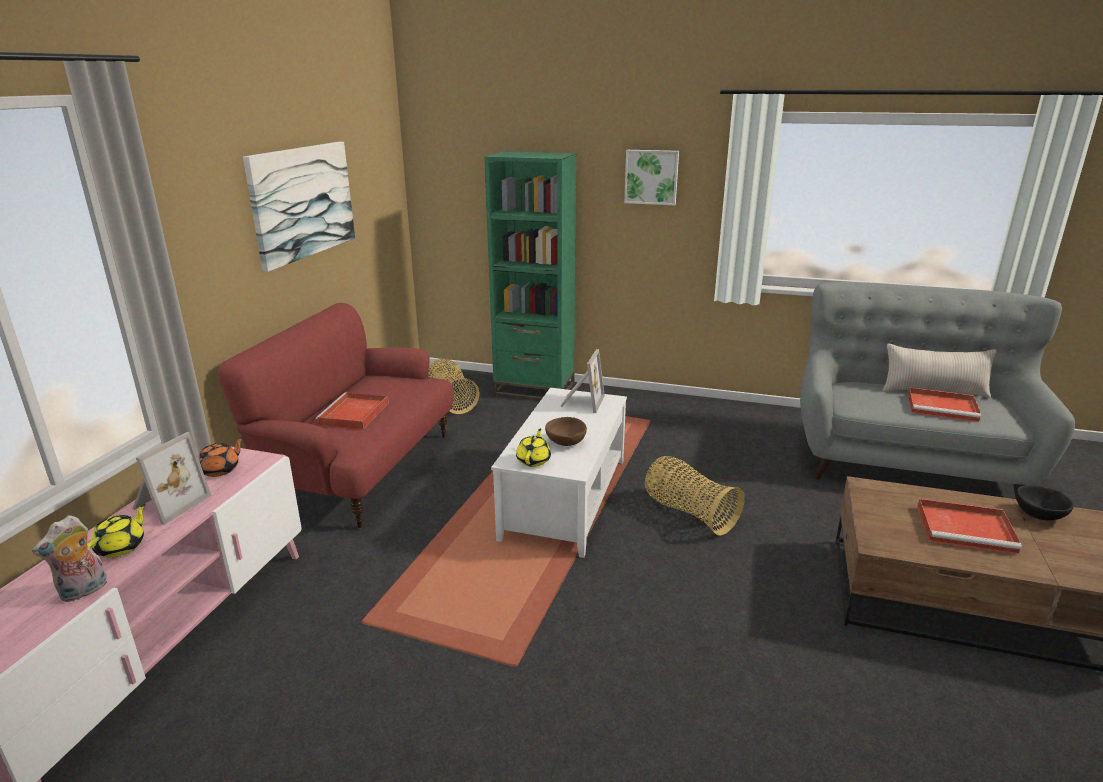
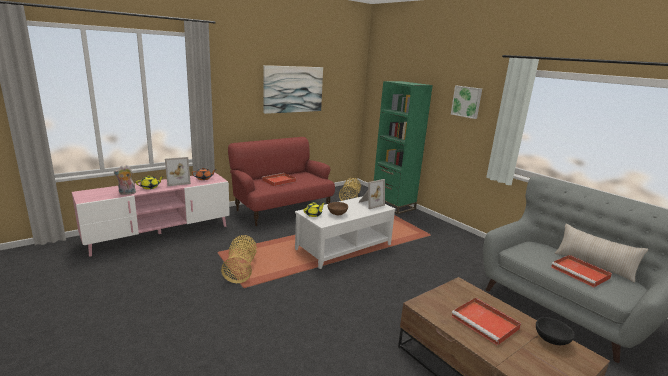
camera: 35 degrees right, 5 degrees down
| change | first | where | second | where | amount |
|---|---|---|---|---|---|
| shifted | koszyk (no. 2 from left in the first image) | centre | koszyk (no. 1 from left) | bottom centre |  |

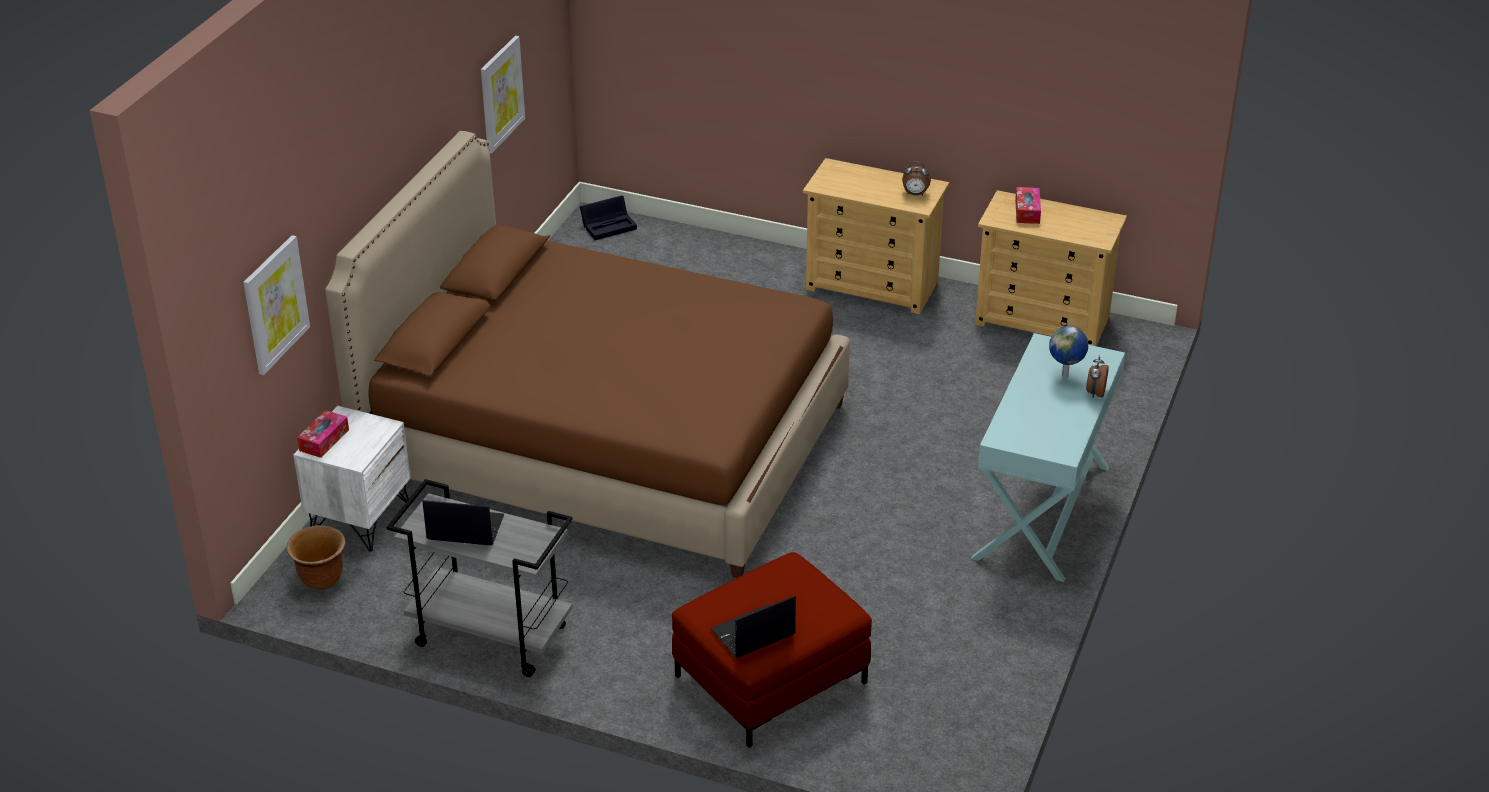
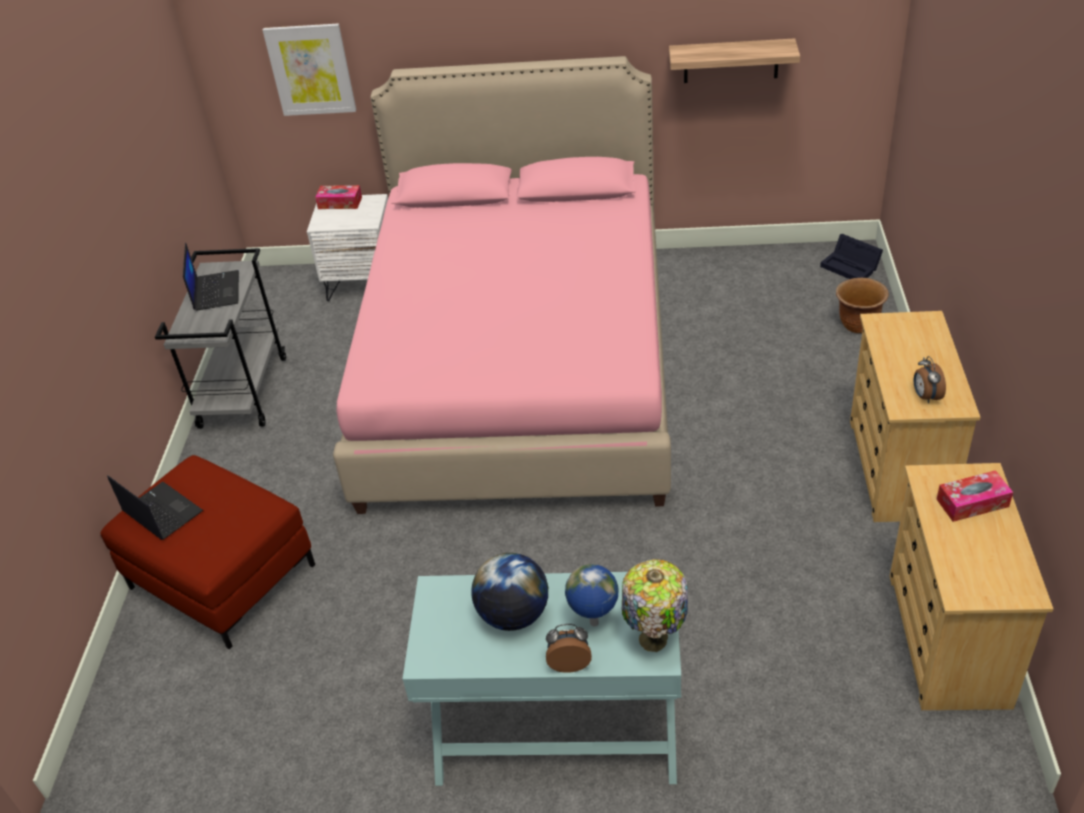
camera: 75 degrees right, 5 degrees up
| change | first | where | second | where | amount |
|---|---|---|---|---|---|
| repainted | łóżko/brązowy | centre | łóżko/różowy | centre |  |
| new |  |  | globus (no. 1 from left) | bottom centre |  |
| new |  |  | lampa stołowa | bottom centre |  |
| swapped | obraz (no. 2 from left) | top centre | półka | top right |  |
| shifted | donica/brązowy | bottom left |  | middle right |  |

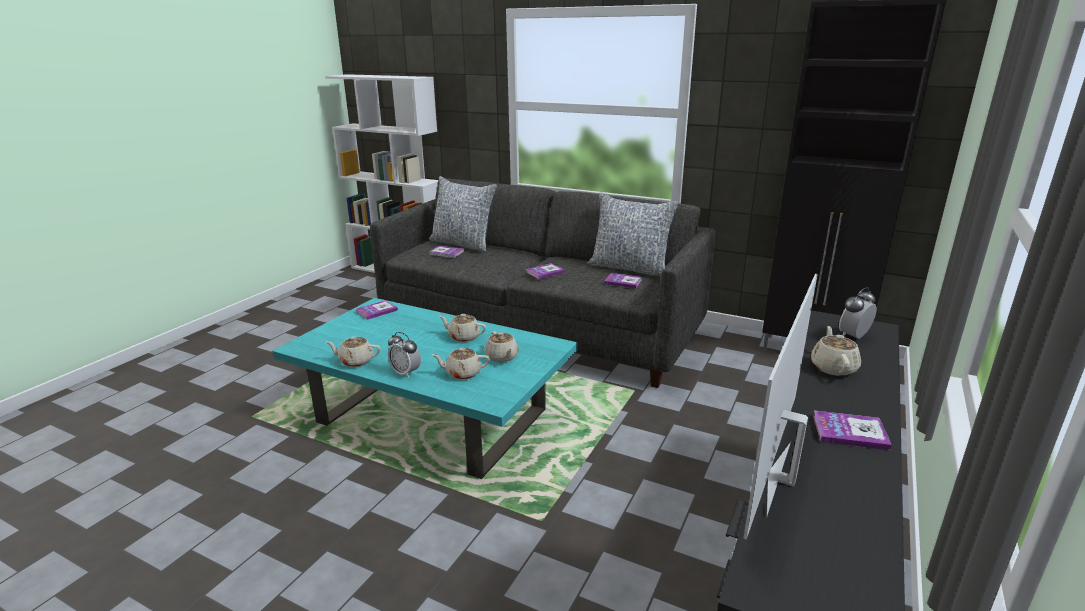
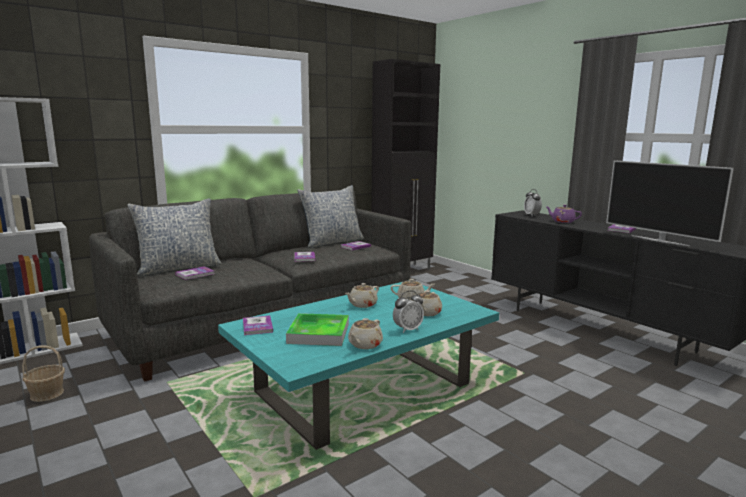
camera: 65 degrees left, 10 degrees down
| change | first | where | second | where | amount |
|---|---|---|---|---|---|
| new |  |  | koszyk | bottom left |  |
| new |  |  | taca | centre |  |
| repainted | imbryk/beżowy (no. 5 from left) | middle right | imbryk/fioletowy | middle right |  |

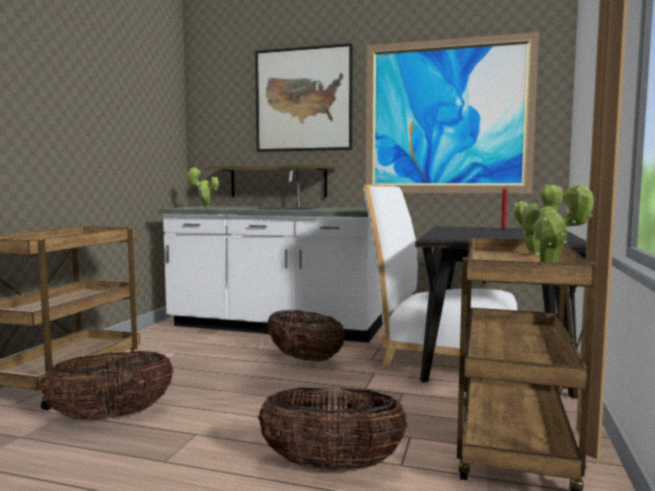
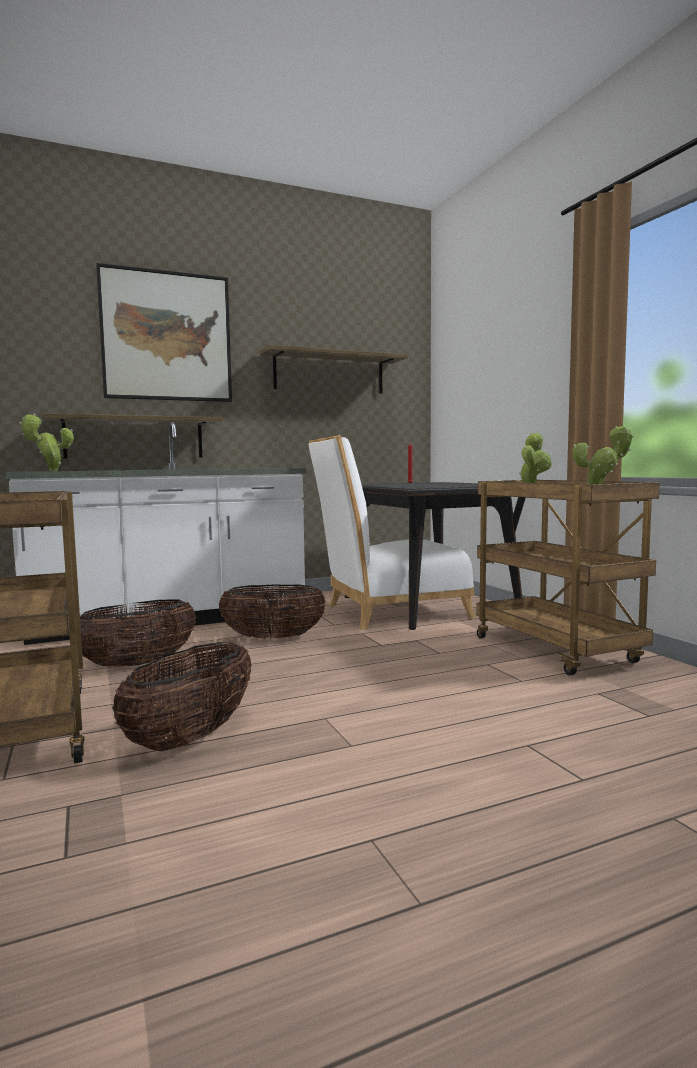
camera: 40 degrees left, 0 degrees up
| change | first | where | second | where | amount |
|---|---|---|---|---|---|
| shifted | koszyk (no. 3 from left in the first image) | bottom centre | koszyk (no. 1 from left) | middle left |  |
| swapped | obraz (no. 2 from left) | top right | półka (no. 2 from left) | centre |  |

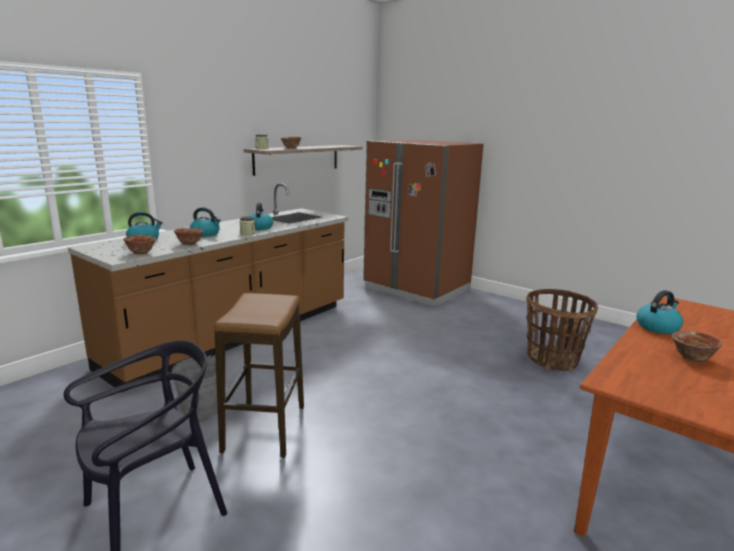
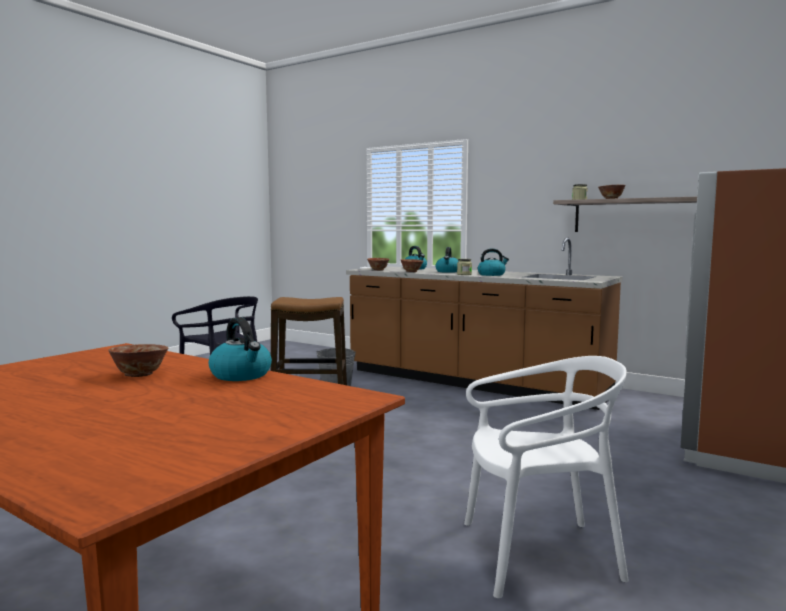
camera: 85 degrees right, 10 degrees down
| change | first | where | second | where | amount |
|---|---|---|---|---|---|
| swapped | koszyk | middle right | krzesło/biały | bottom right |  |

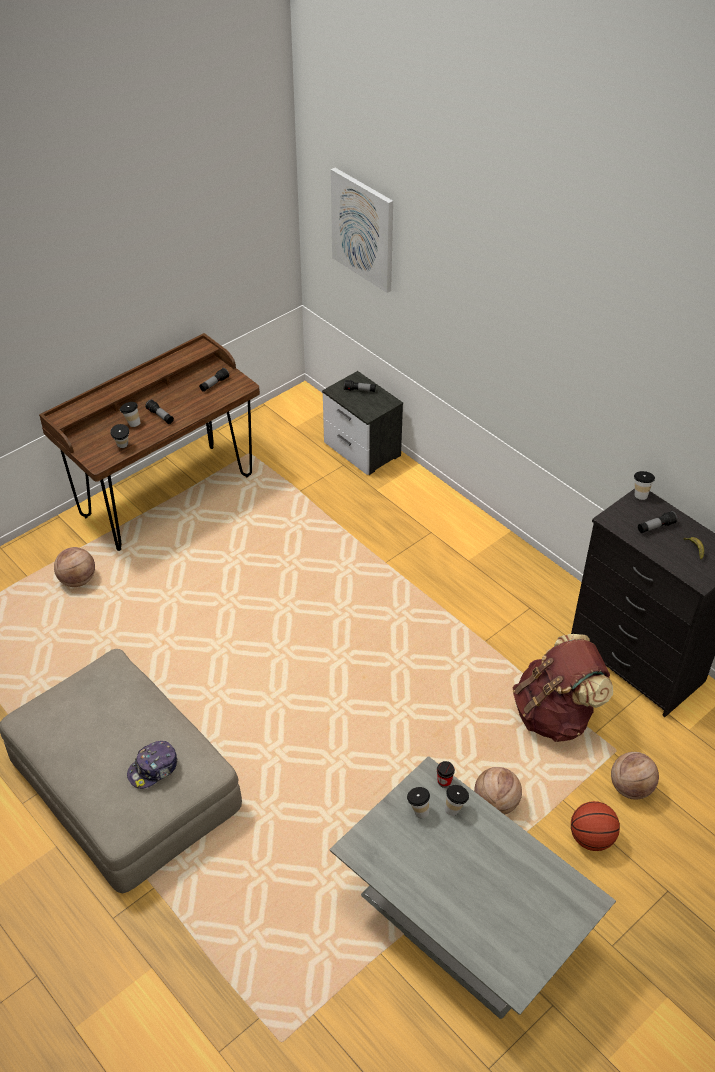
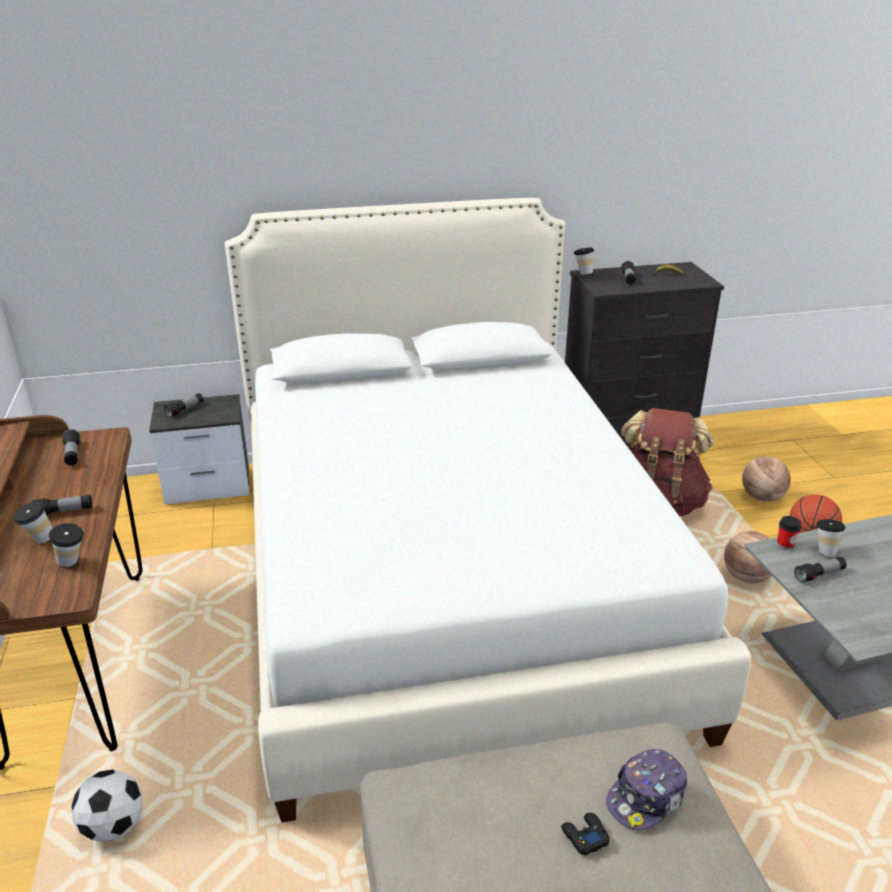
camera: 60 degrees left, 15 degrees down
| change | first | where | second | where | amount |
|---|---|---|---|---|---|
| swapped | piłka do koszykówki (no. 1 from left) | middle left | piłka futbolowa | bottom left |  |
| new |  |  | łóżko/biały | centre |  |
| new |  |  | pad do gier/czarny | bottom centre |  |
| rotated | czapka z daszkiem | bottom left |  | bottom right | 60 degrees clockwise |
| swapped | filiżanka (no. 3 from left) | bottom centre | latarka (no. 5 from left) | middle right |  |
| gone | obraz | top centre |  |  |  |

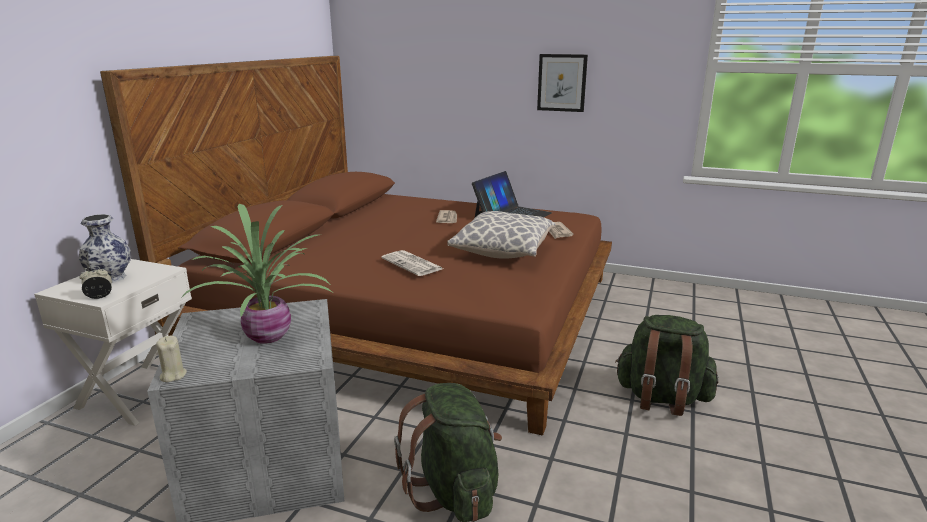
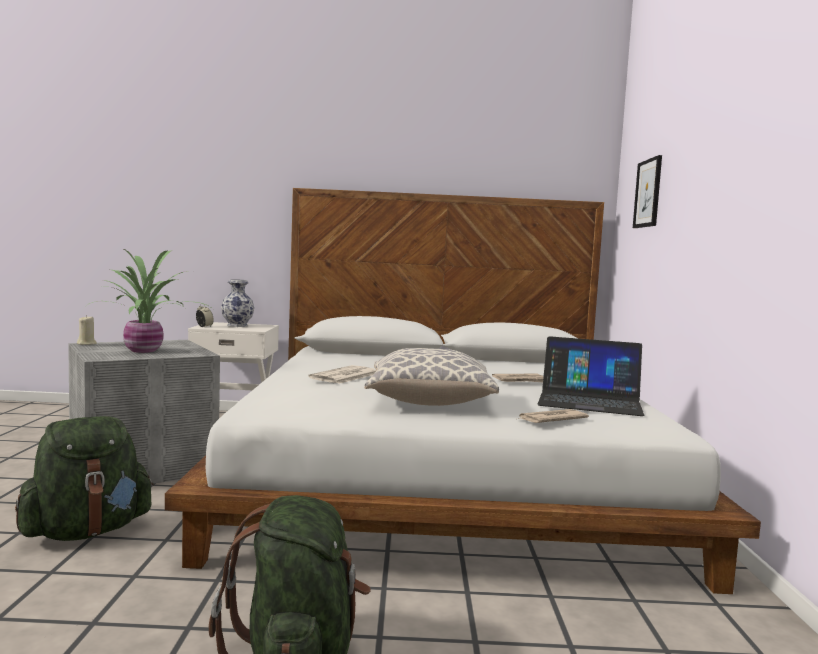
camera: 70 degrees right, 15 degrees down
| change | first | where | second | where | amount |
|---|---|---|---|---|---|
| repainted | łóżko/brązowy | centre | łóżko/biały | centre |  |
| shifted | obraz | top centre |  | top right |  |

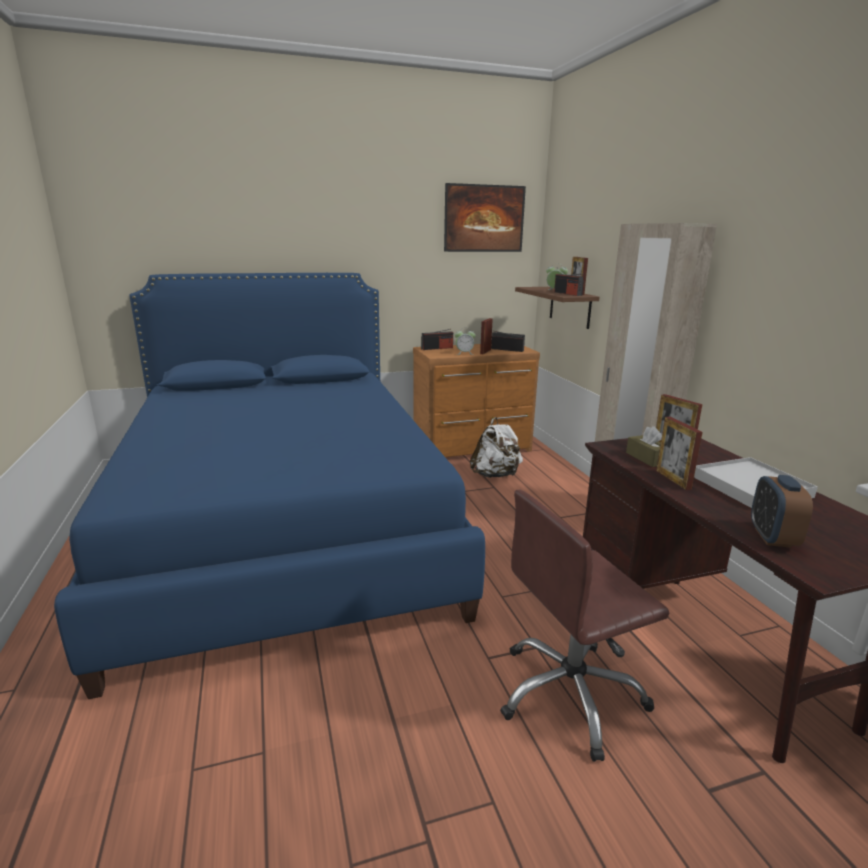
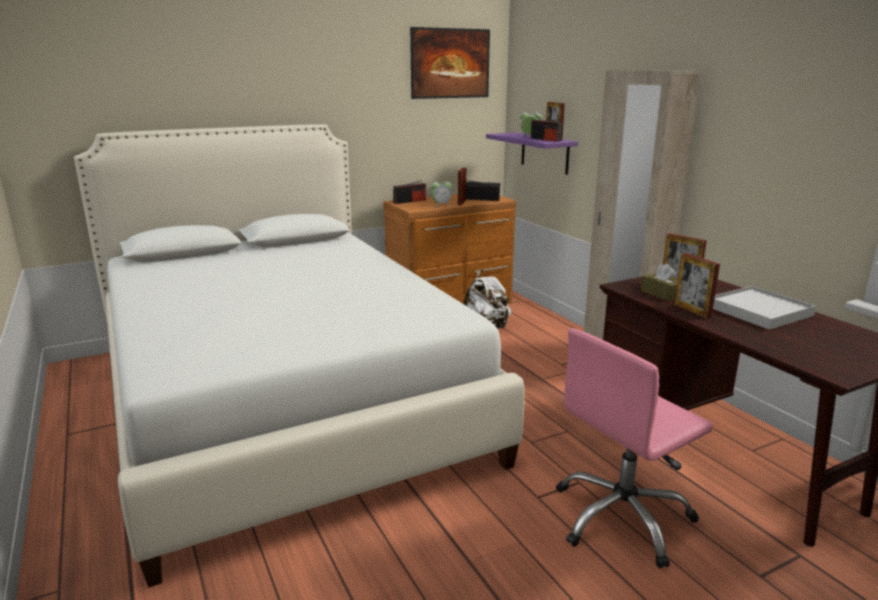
camera: 10 degrees left, 0 degrees up
| change | first | where | second | where | amount |
|---|---|---|---|---|---|
| repainted | łóżko/niebieski | middle left | łóżko/biały | centre |  |
| repainted | półka/brązowy | centre | półka/fioletowy | top centre |  |
| repainted | krzesło biurowe/brązowy | bottom right | krzesło biurowe/różowy | bottom right |  |
| gone | budzik (no. 3 from left) | middle right |  |  |  |

